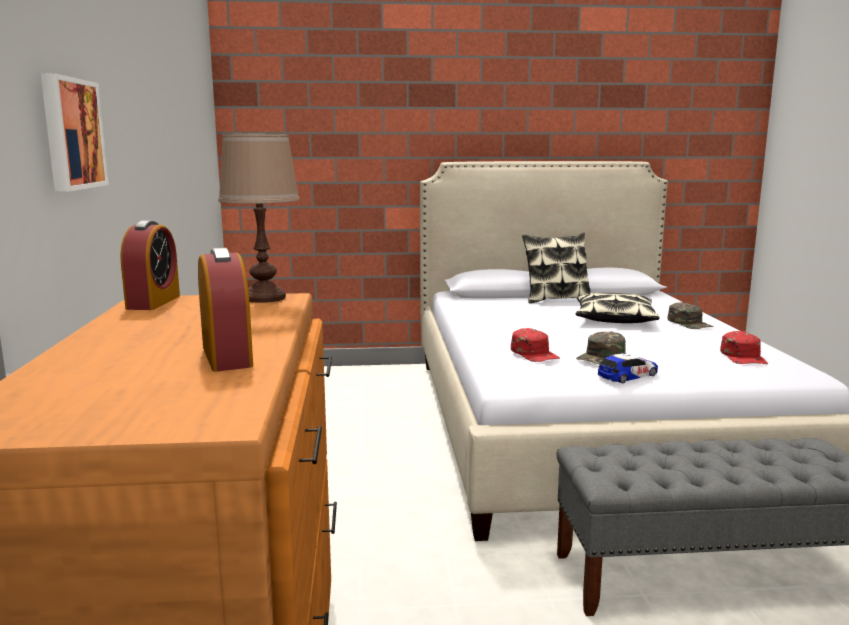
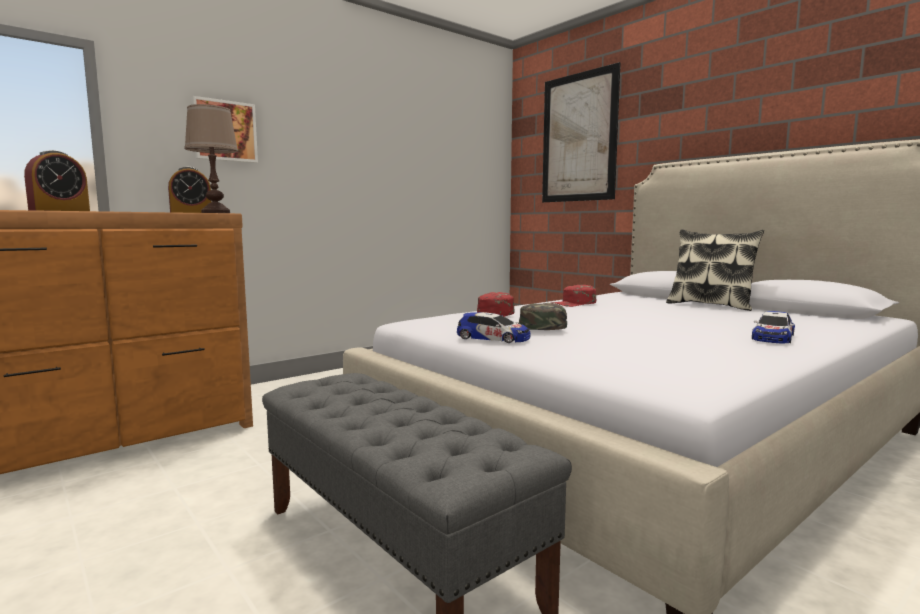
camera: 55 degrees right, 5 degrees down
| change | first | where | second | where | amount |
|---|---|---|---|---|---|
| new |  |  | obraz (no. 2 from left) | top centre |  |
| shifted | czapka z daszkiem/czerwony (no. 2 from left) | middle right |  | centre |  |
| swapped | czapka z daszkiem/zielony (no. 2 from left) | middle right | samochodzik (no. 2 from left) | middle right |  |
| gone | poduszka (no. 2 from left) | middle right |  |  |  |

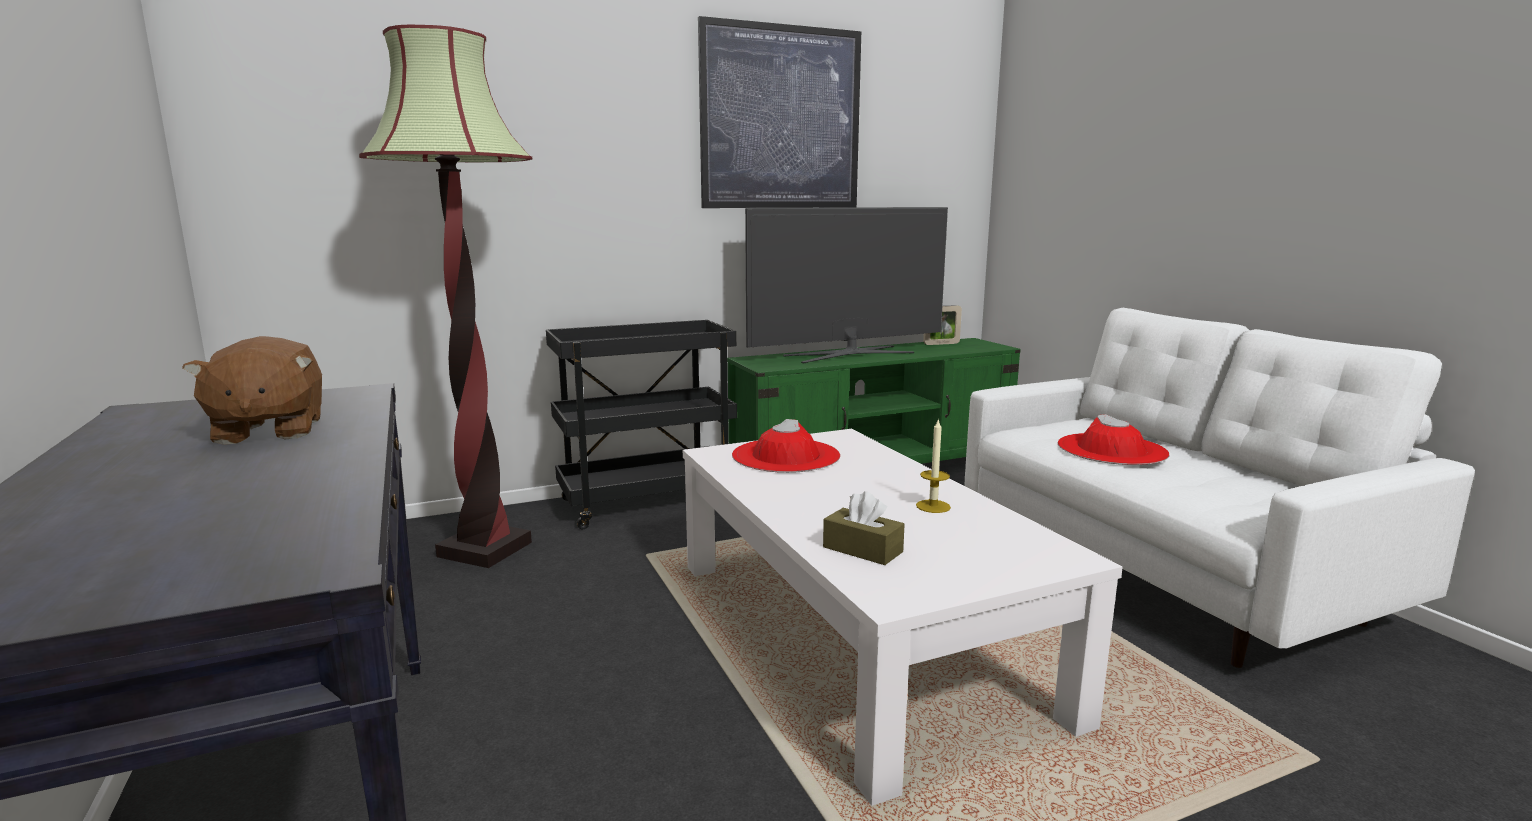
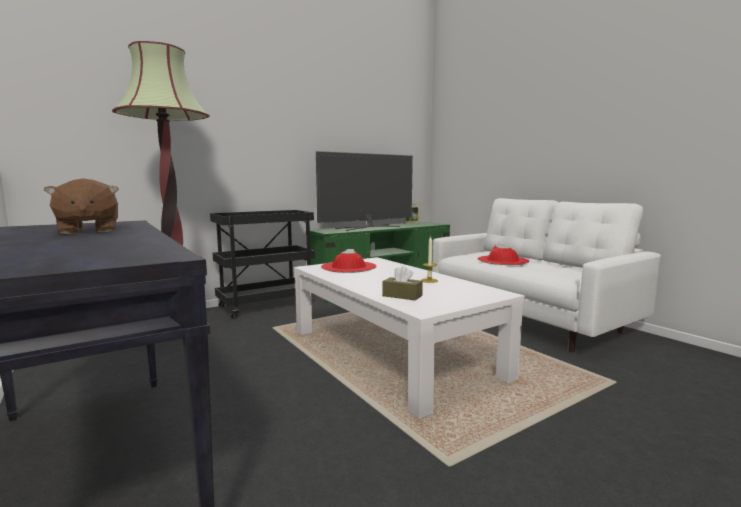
camera: 10 degrees left, 5 degrees down
| change | first | where | second | where | amount |
|---|---|---|---|---|---|
| gone | obraz | top centre |  |  |  |

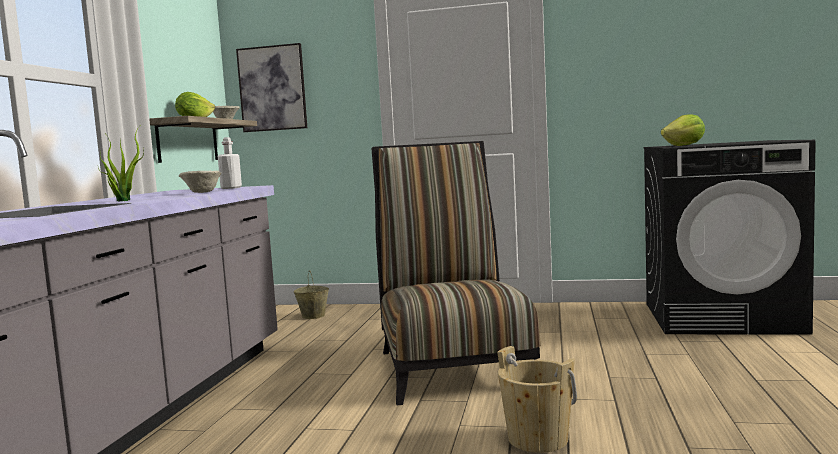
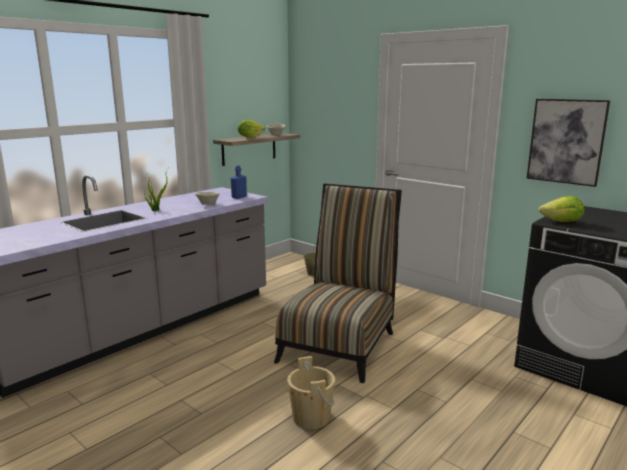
camera: 30 degrees right, 10 degrees up
| change | first | where | second | where | amount |
|---|---|---|---|---|---|
| repainted | butelka/biały | middle left | butelka/niebieski | centre |  |
| shifted | obraz | top left |  | top right |  |

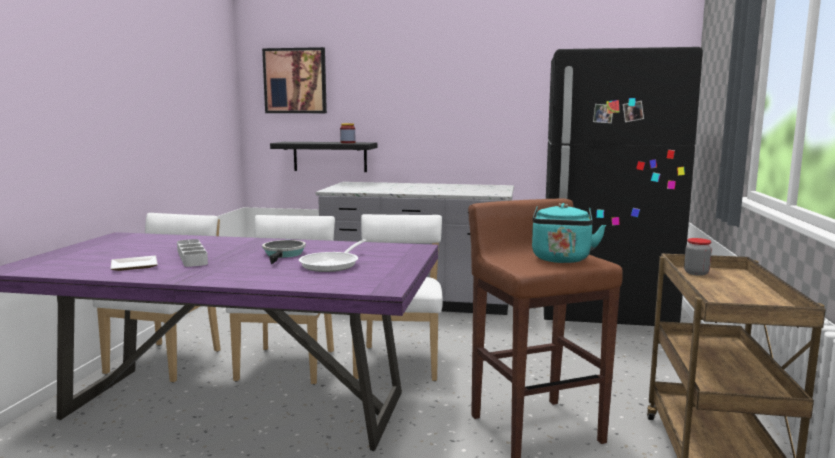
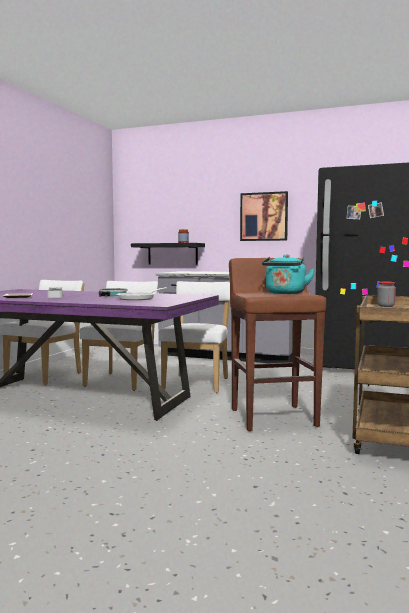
camera: 10 degrees right, 5 degrees down
| change | first | where | second | where | amount |
|---|---|---|---|---|---|
| shifted | obraz | top centre |  | centre |  |

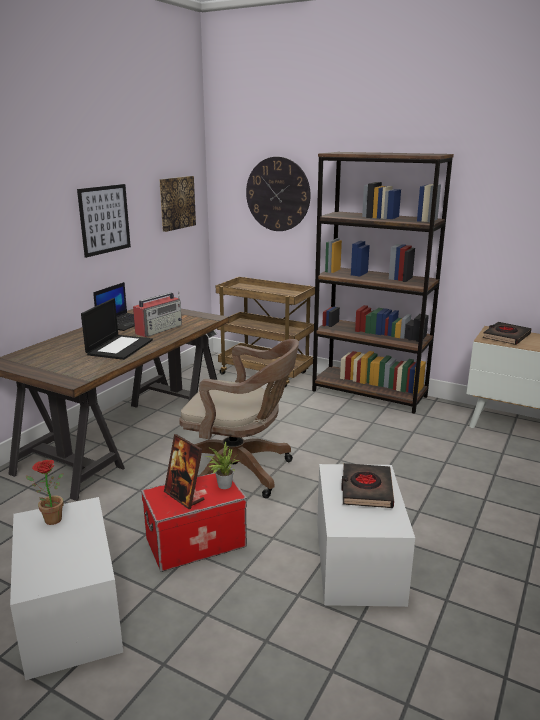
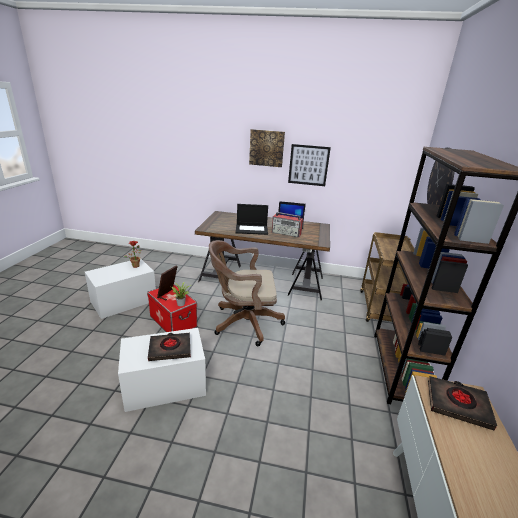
camera: 70 degrees right, 5 degrees up
| change | first | where | second | where | amount |
|---|---|---|---|---|---|
| rotated | krzesło biurowe/brązowy | centre |  | centre | 90 degrees clockwise |
| shifted | obraz (no. 2 from left in the first image) | top left | obraz (no. 1 from left) | top centre |  |

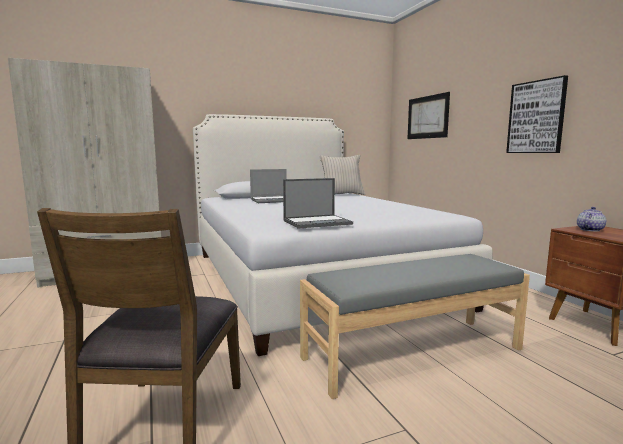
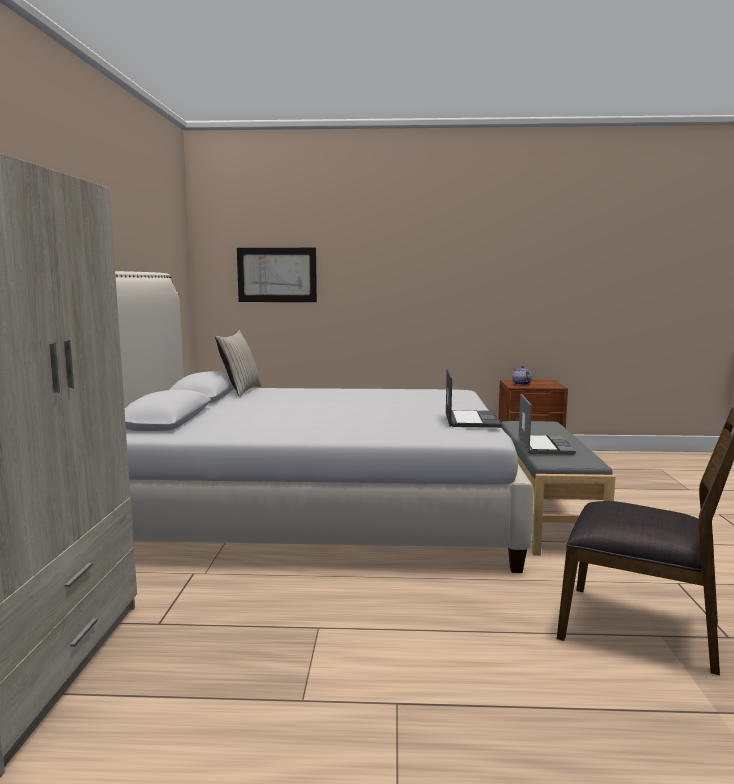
camera: 65 degrees left, 0 degrees up
| change | first | where | second | where | amount |
|---|---|---|---|---|---|
| shifted | laptop (no. 1 from left in the first image) | centre | laptop (no. 2 from left) | middle right |  |
| gone | obraz (no. 2 from left) | top right |  |  |  |

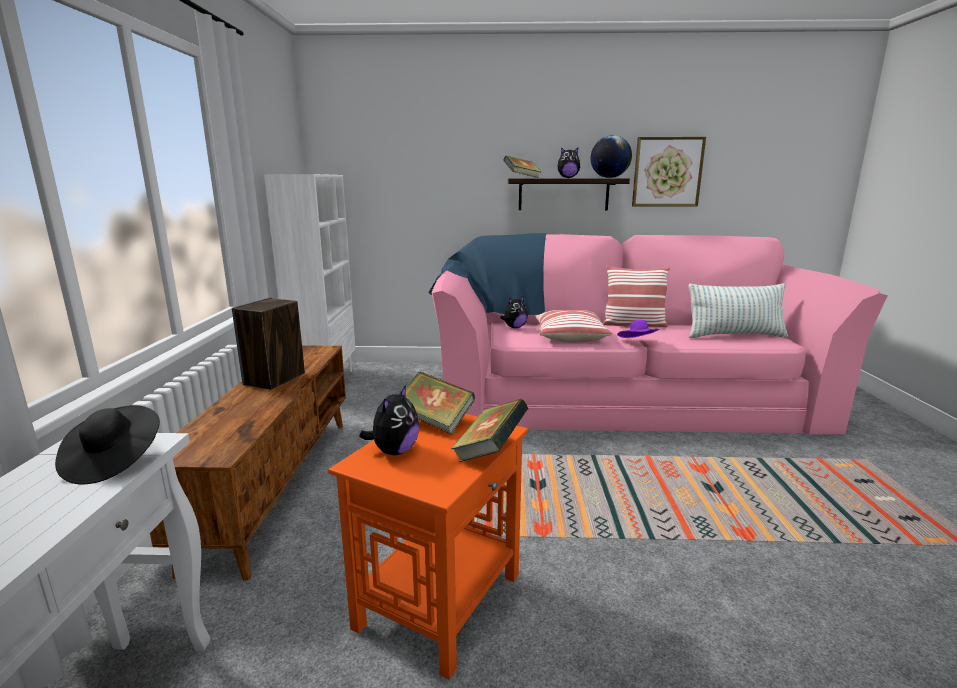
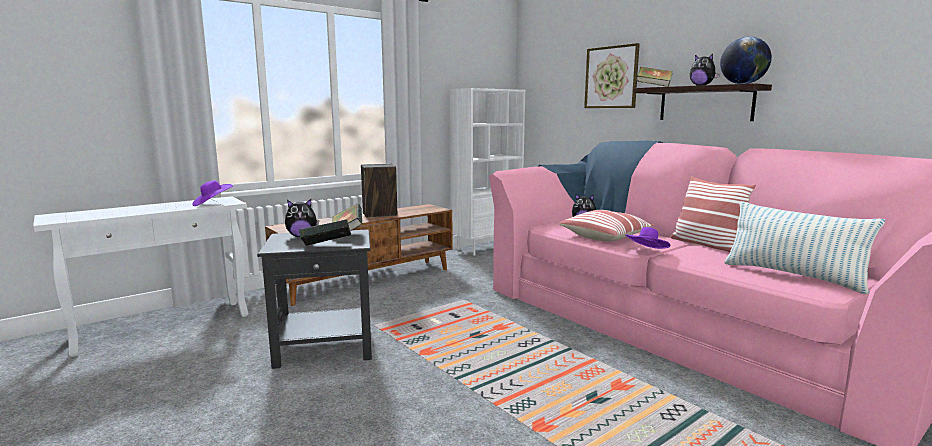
camera: 50 degrees right, 5 degrees down
| change | first | where | second | where | amount |
|---|---|---|---|---|---|
| repainted | kapelusz/czarny | middle left | kapelusz/fioletowy (no. 1 from left) | middle left |  |
| repainted | stolik/pomarańczowy | bottom centre | stolik/czarny | bottom centre |  |
| shifted | obraz | top right |  | top centre |  |

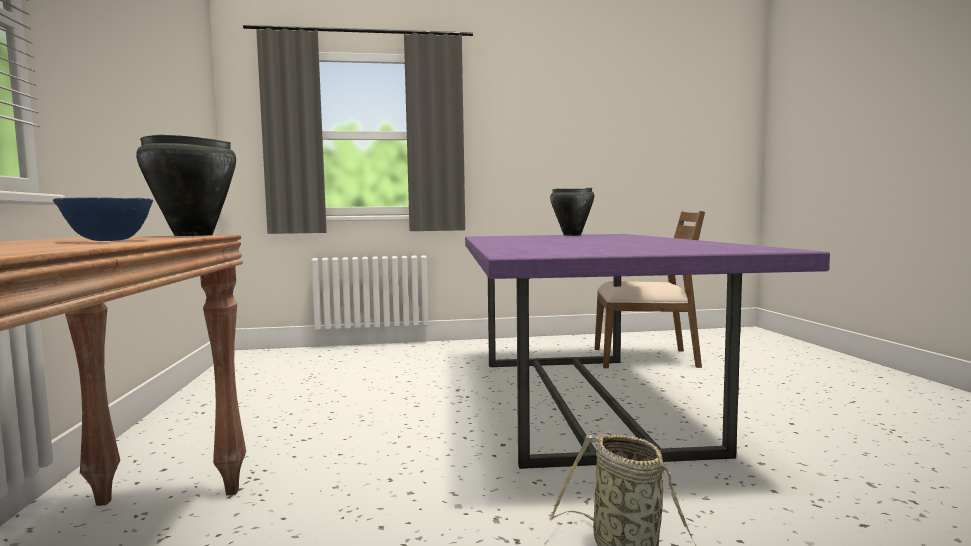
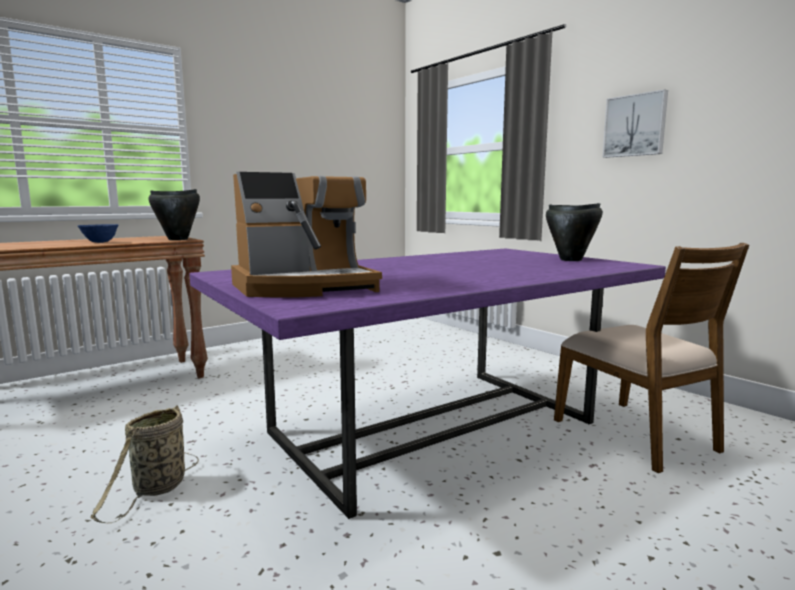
camera: 60 degrees right, 5 degrees up
| change | first | where | second | where | amount |
|---|---|---|---|---|---|
| new |  |  | ekspres do kawy | centre |  |
| new |  |  | obraz | top right |  |

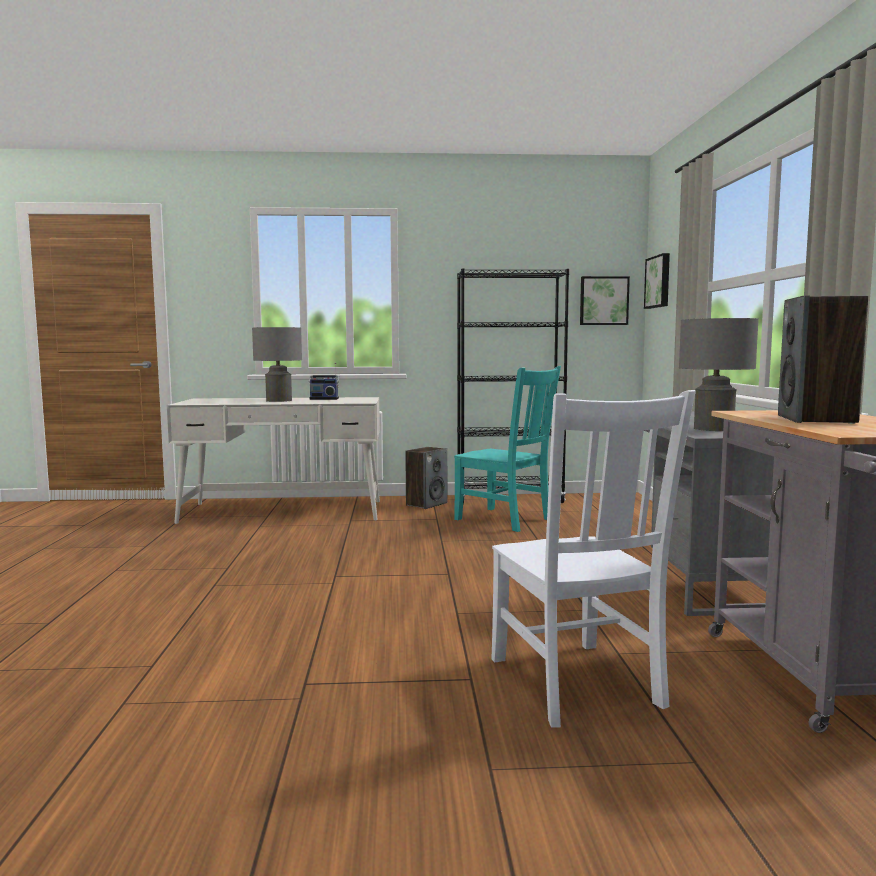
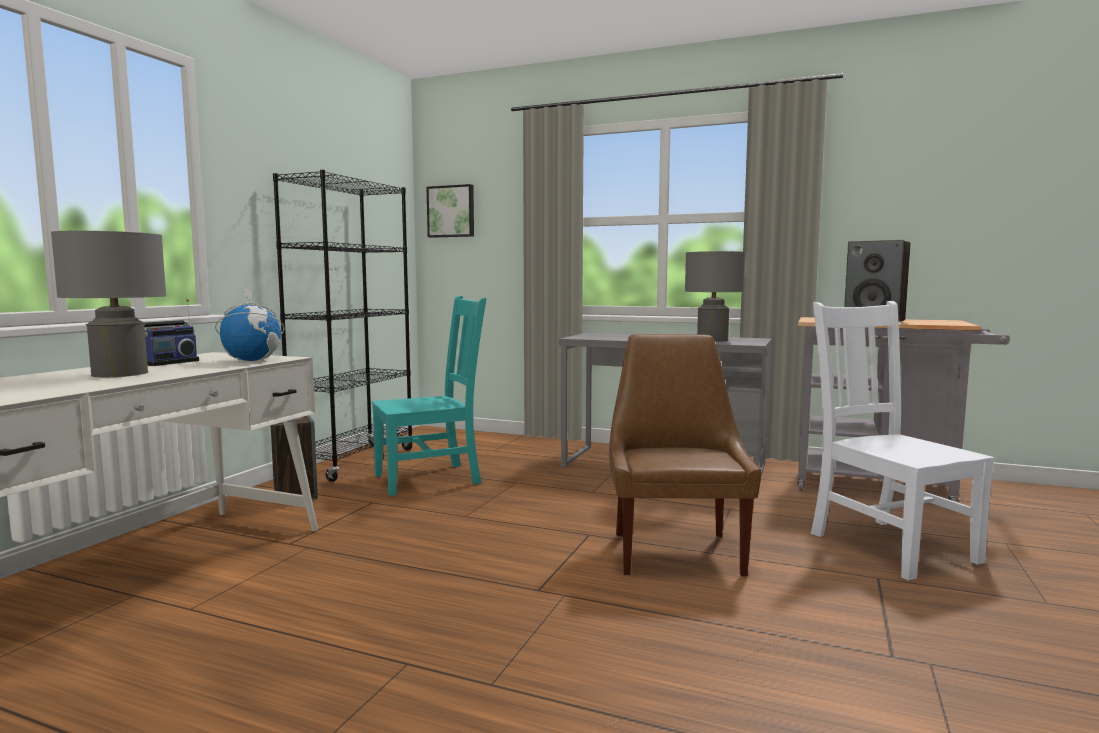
camera: 65 degrees left, 0 degrees up
| change | first | where | second | where | amount |
|---|---|---|---|---|---|
| new |  |  | globus | middle left |  |
| new |  |  | krzesło/brązowy | centre |  |
| rotated | krzesło/biały | middle right |  | middle right | 120 degrees counterclockwise |
| gone | obraz (no. 1 from left) | middle right |  |  |  |

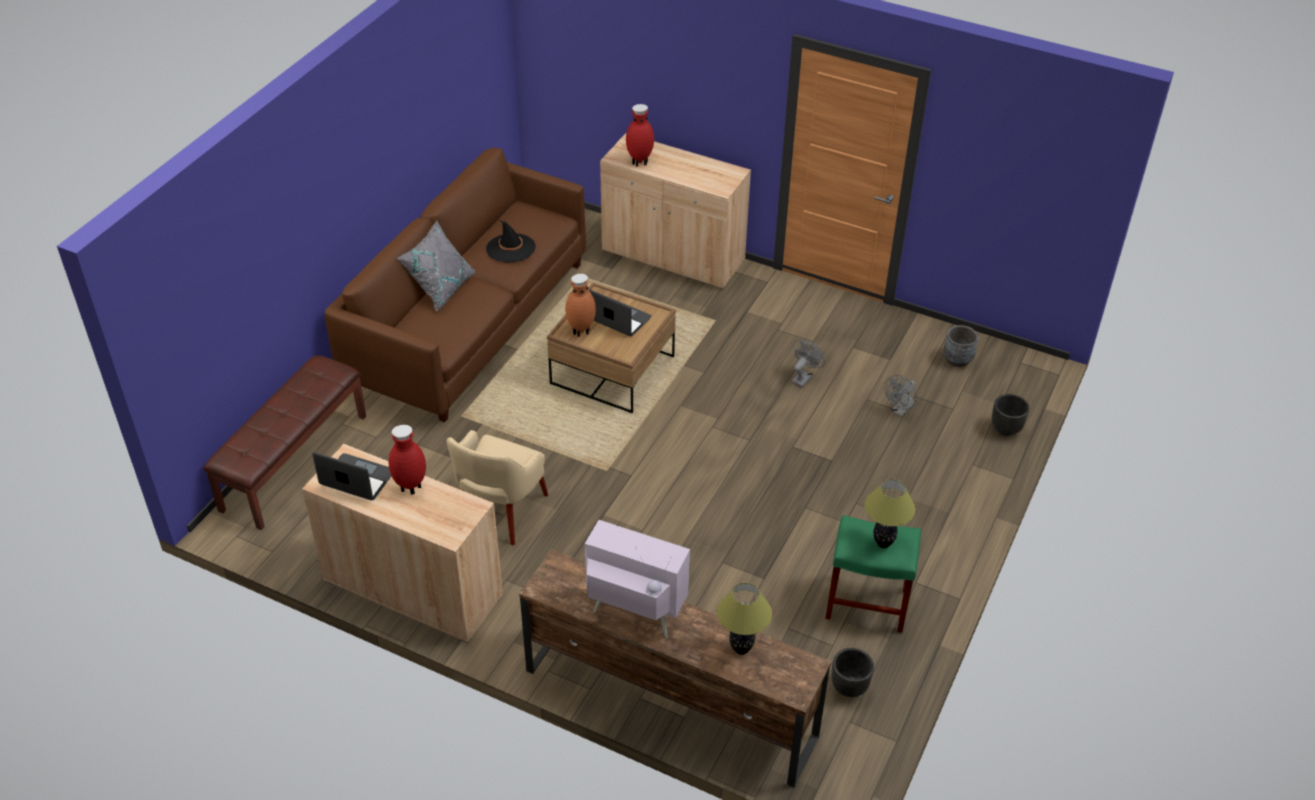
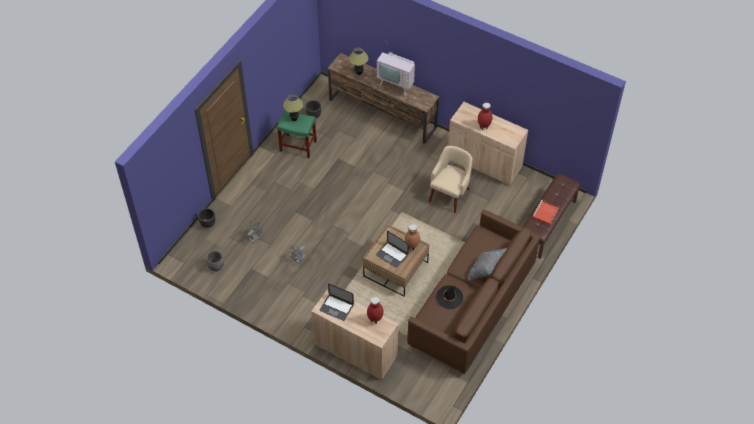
camera: 175 degrees left, 10 degrees up
| change | first | where | second | where | amount |
|---|---|---|---|---|---|
| shifted | laptop (no. 1 from left) | middle left |  | bottom centre |  |
| new |  |  | taca/czerwony | middle right |  |

